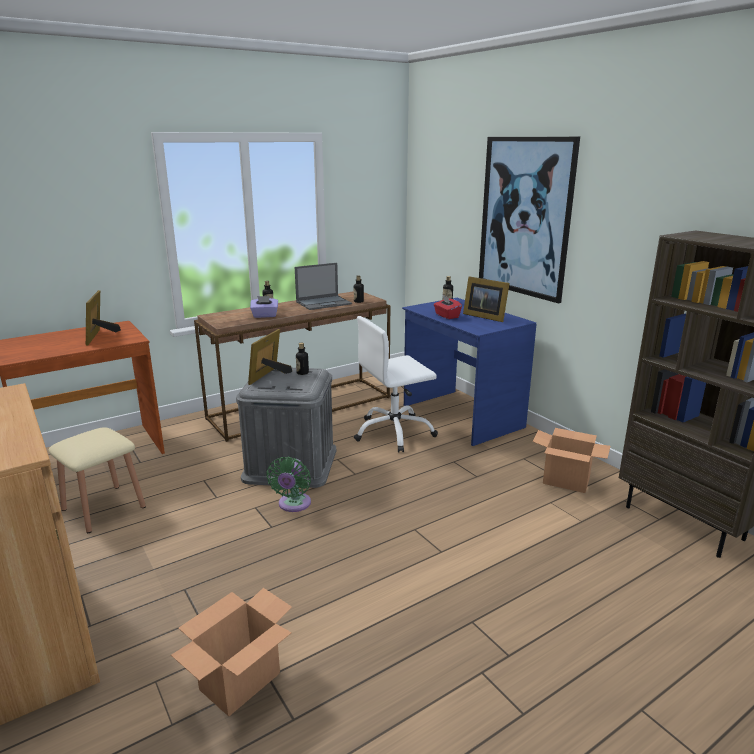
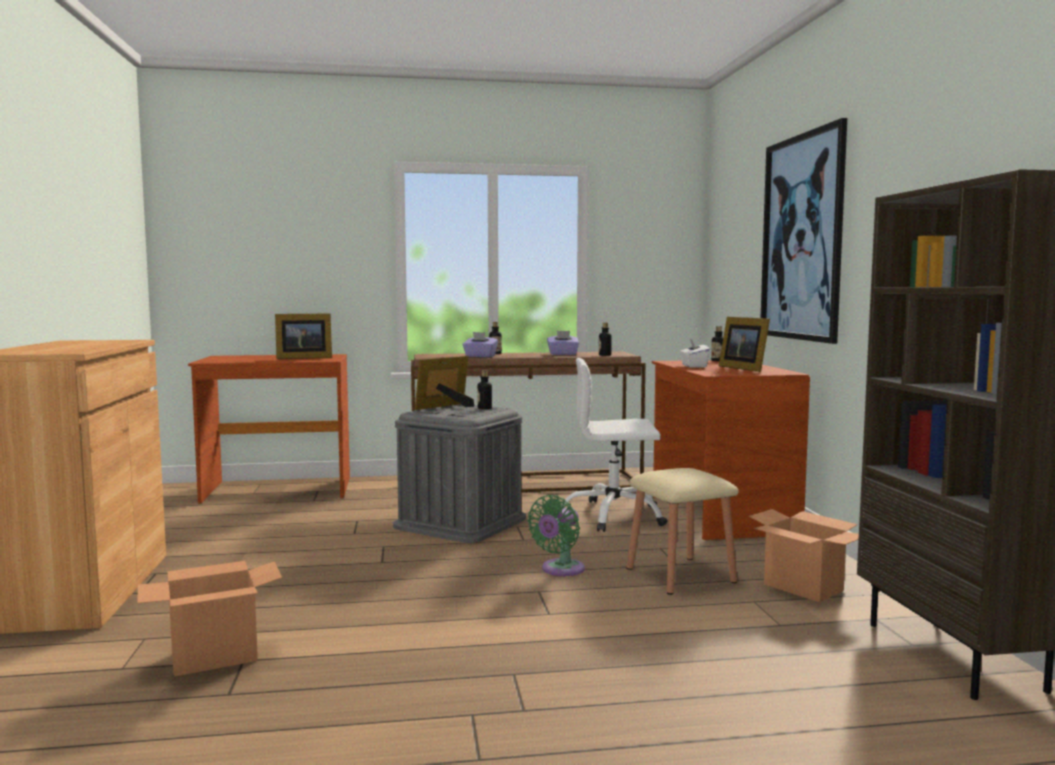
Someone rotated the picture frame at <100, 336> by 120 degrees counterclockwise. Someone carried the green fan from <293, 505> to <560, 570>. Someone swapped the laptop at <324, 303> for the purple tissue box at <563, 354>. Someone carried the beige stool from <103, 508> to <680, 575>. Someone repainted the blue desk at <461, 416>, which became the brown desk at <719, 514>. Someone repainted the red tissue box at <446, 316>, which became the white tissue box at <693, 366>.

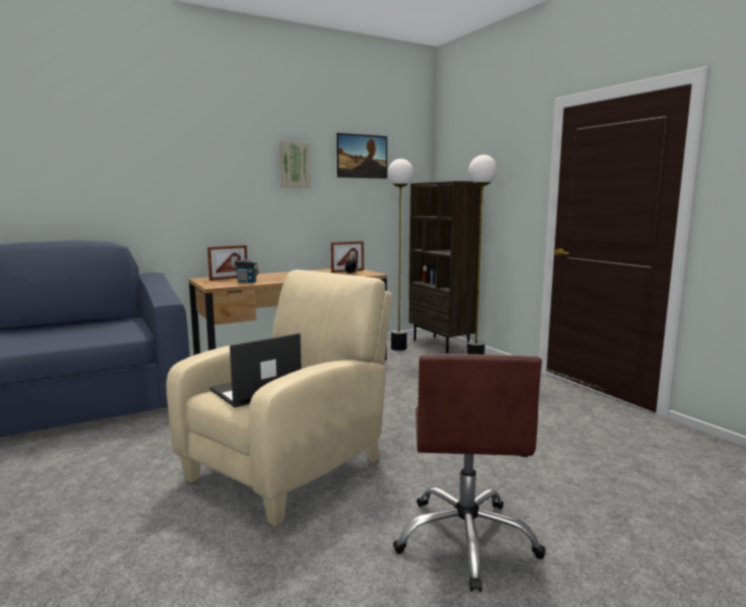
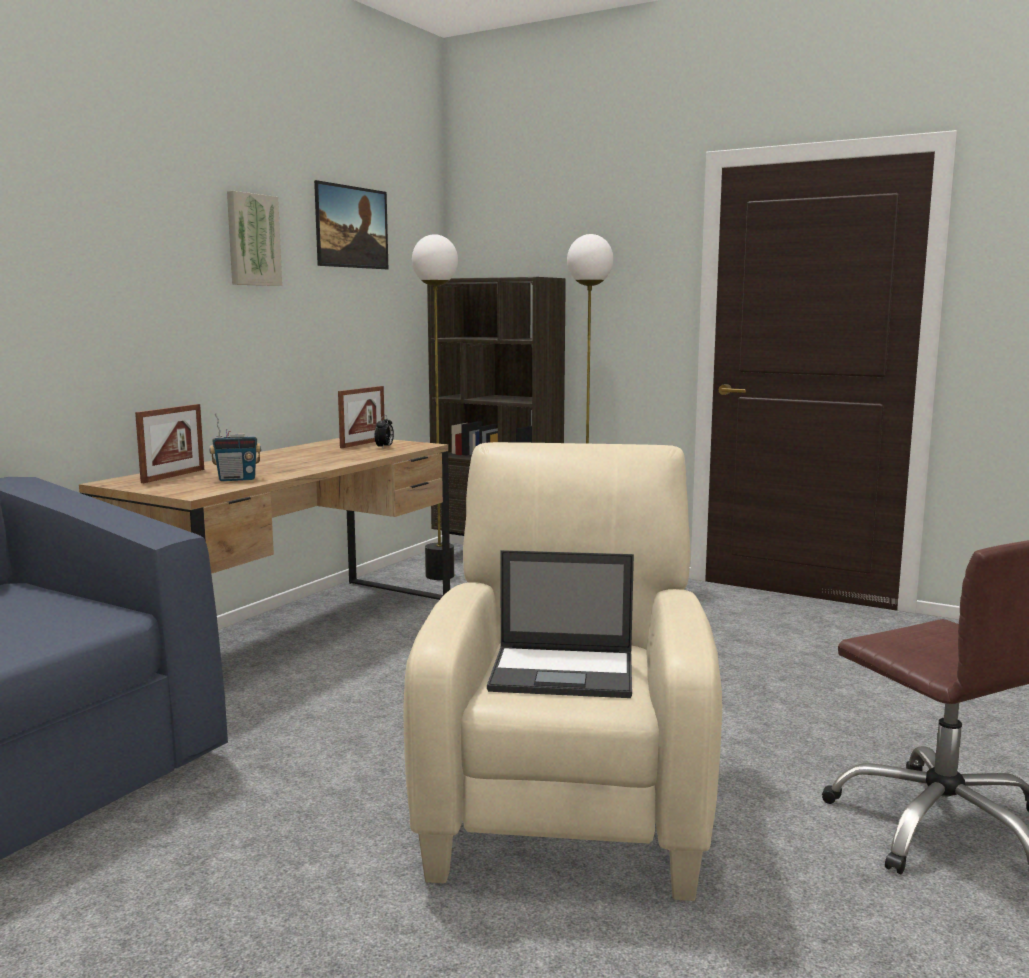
Someone rotated the laptop at <255, 391> by 105 degrees counterclockwise.

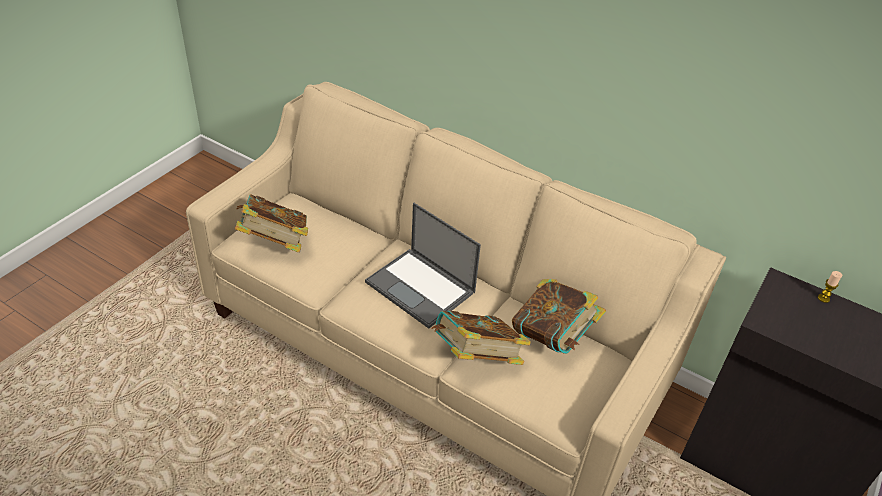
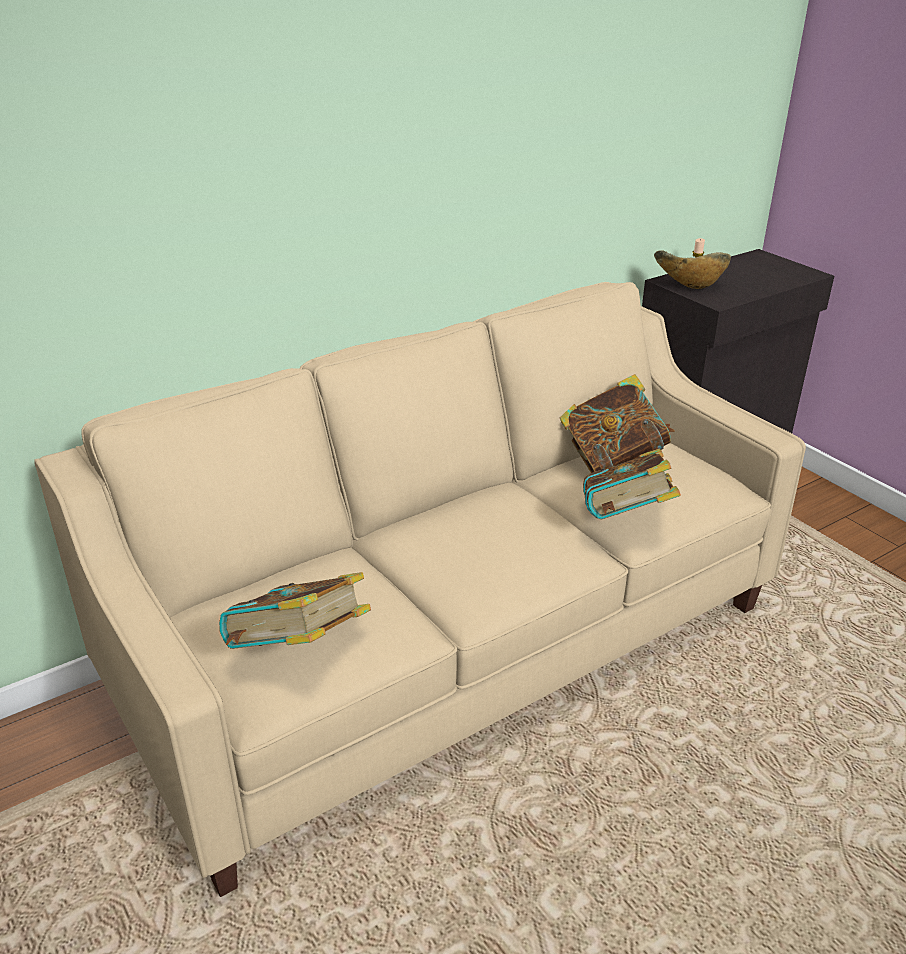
Someone put down the bowl at <689, 287>. Someone took away the laptop at <421, 287>.

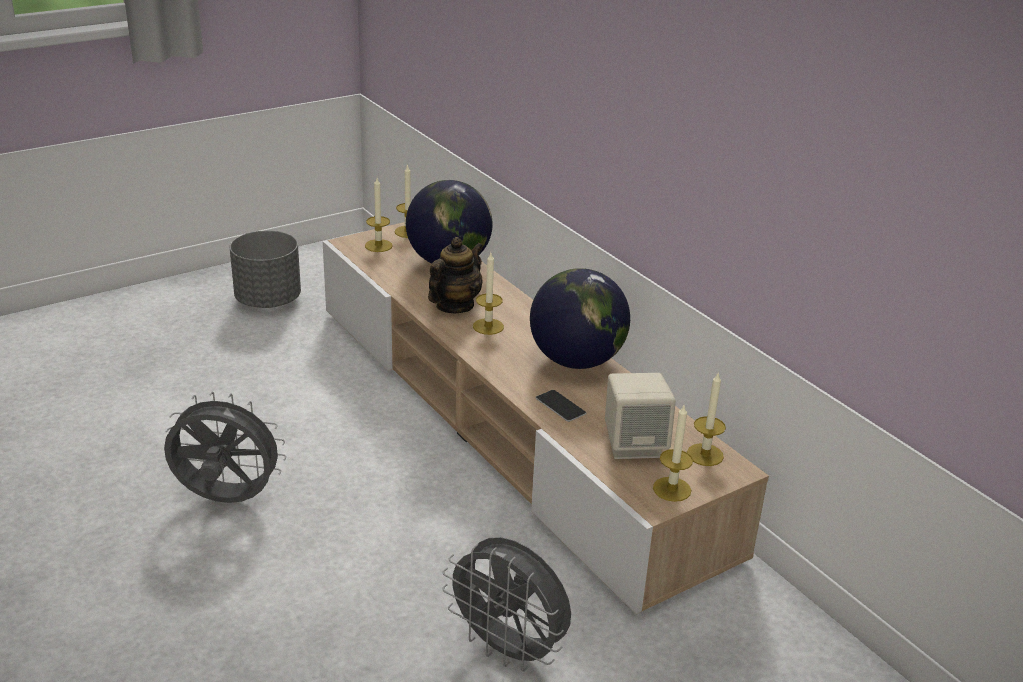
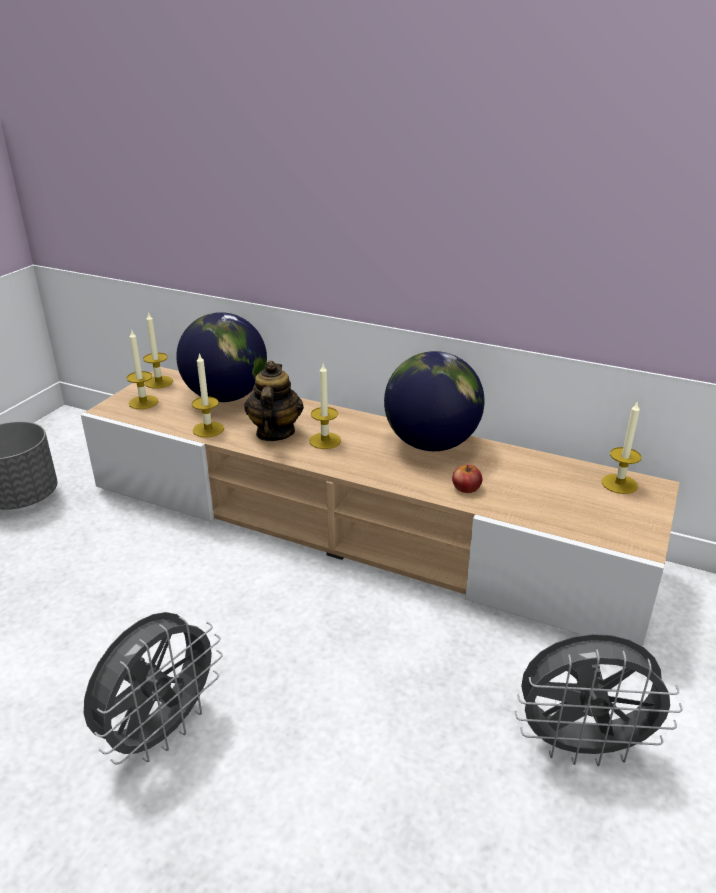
Someone rotated the grey fan at <226, 500> by 150 degrees clockwise. Someone carried the candle from <672, 489> to <208, 429>. Someone swapped the phone at <560, 406> for the apple at <466, 487>. Someone took away the beige speaker at <634, 445>.

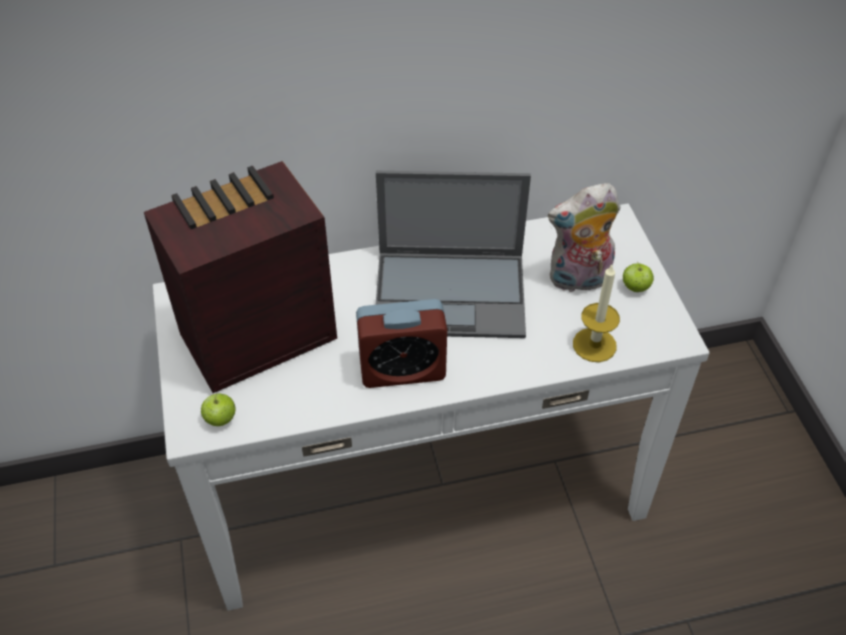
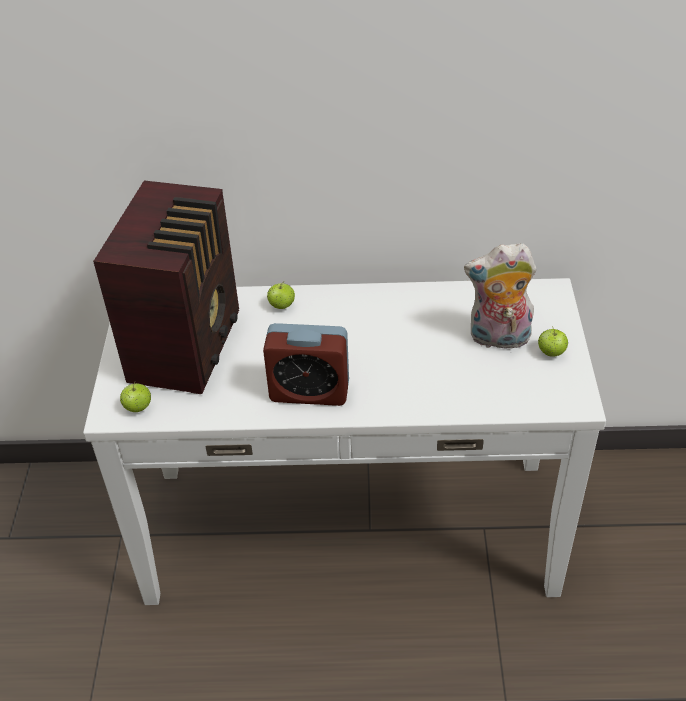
Someone rotated the radio at <254, 337> by 120 degrees clockwise. Someone put down the apple at <282, 306>. Someone took away the laptop at <452, 293>. Someone took away the candle at <594, 345>.

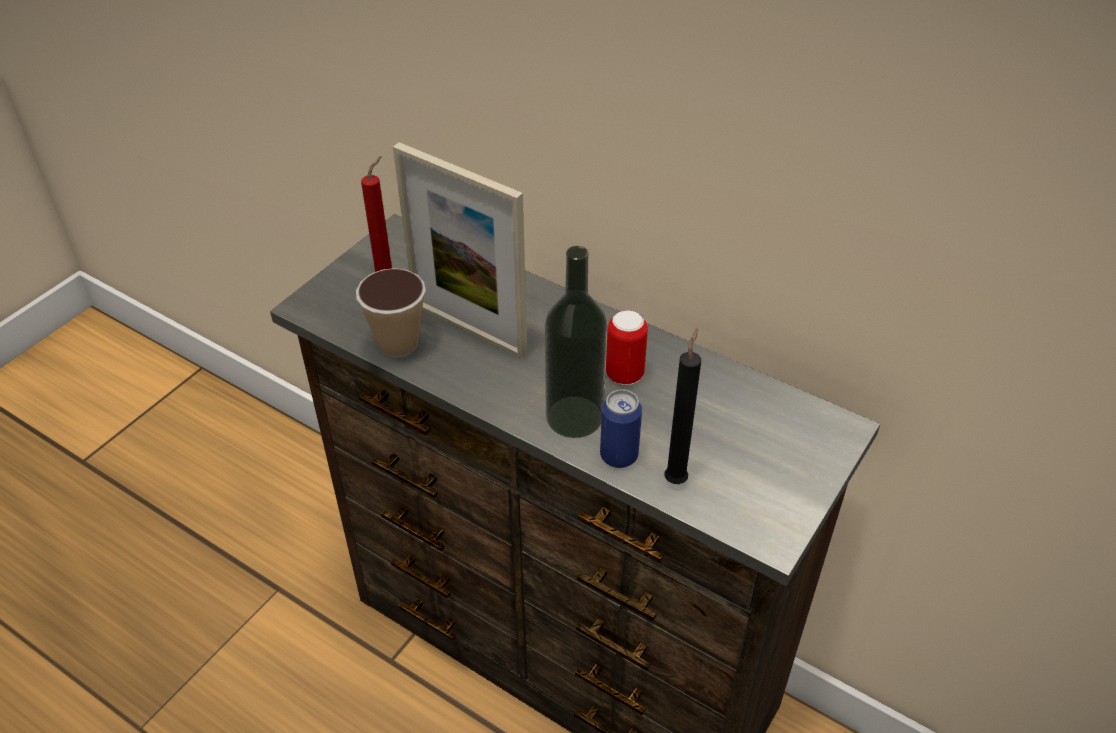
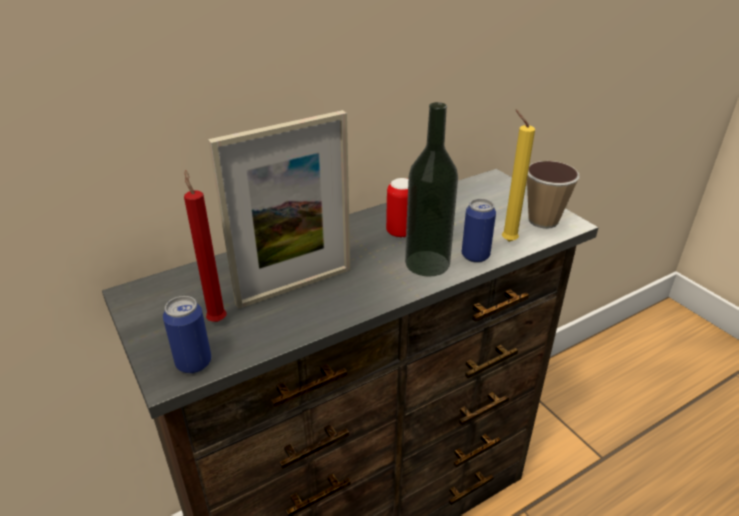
Someone put down the can at <194, 363>. Someone repainted the black candle at <676, 478>, which became the yellow candle at <506, 240>. Someone carried the cup from <398, 344> to <543, 220>.

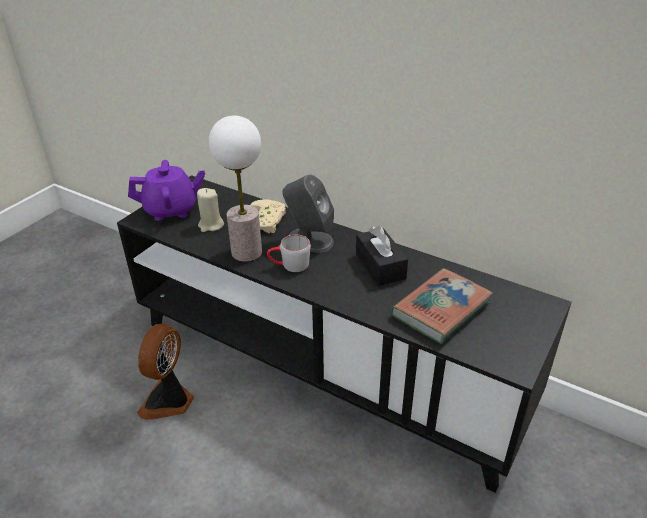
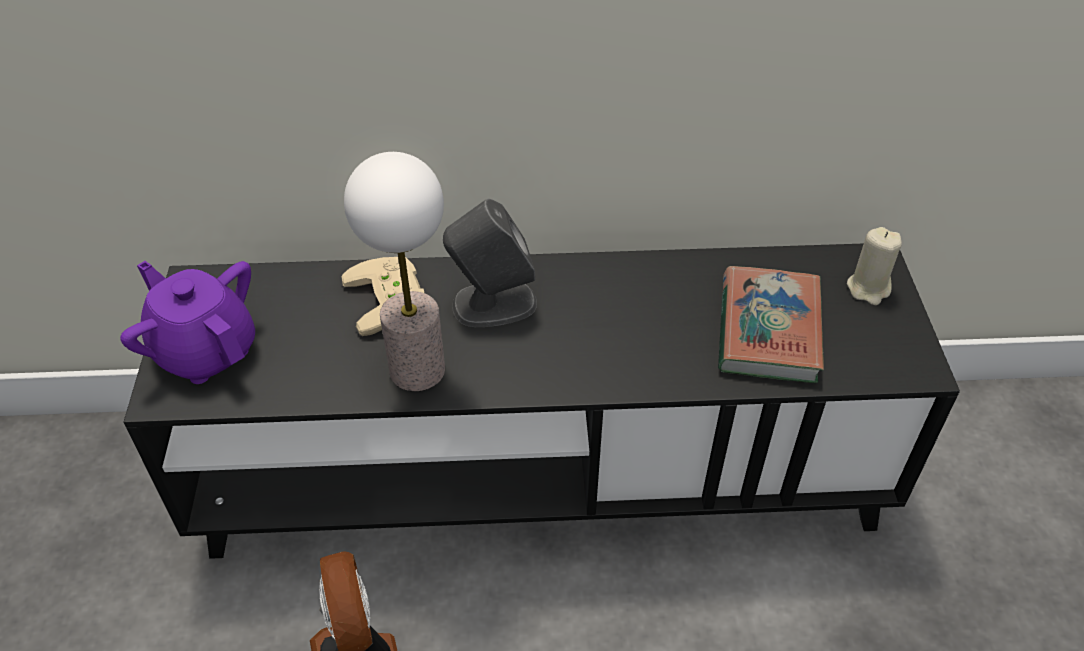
Someone rotated the purple teapot at <171, 210> by 90 degrees counterclockwise. Someone carried the beige candle from <211, 225> to <868, 288>. Someone took away the grey mug at <289, 265>. Someone took away the black tissue box at <380, 266>.

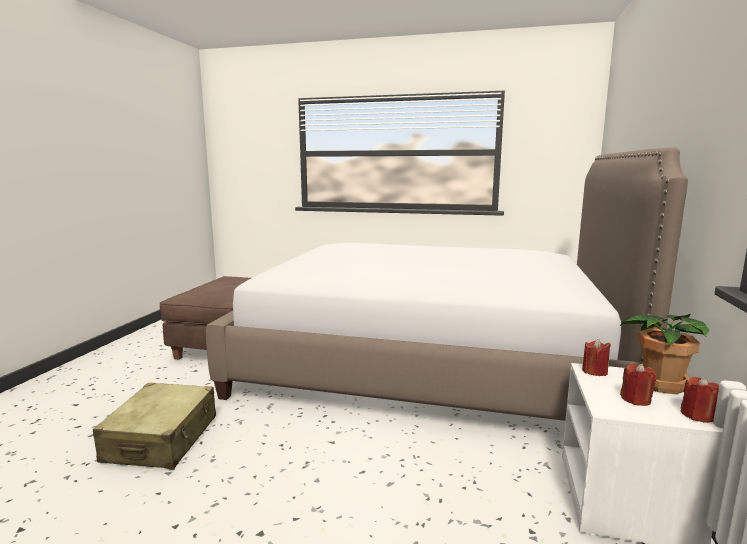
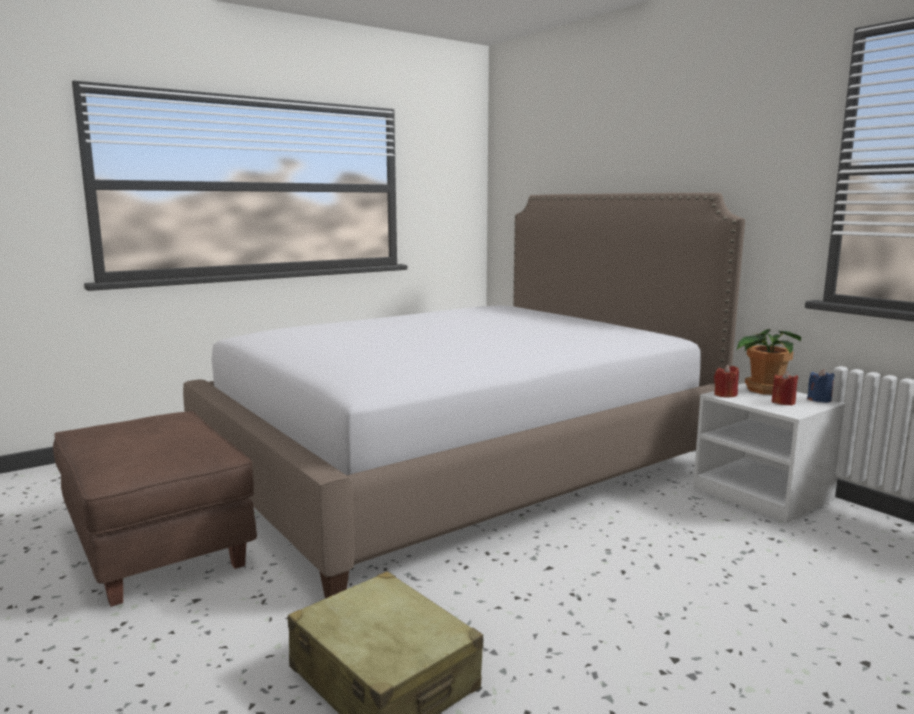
Someone repainted the red candle at <697, 415>, which became the blue candle at <819, 400>.

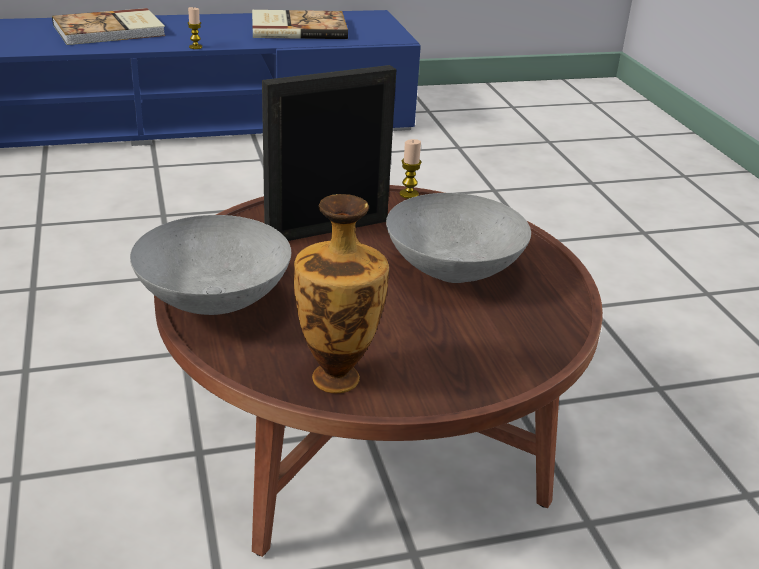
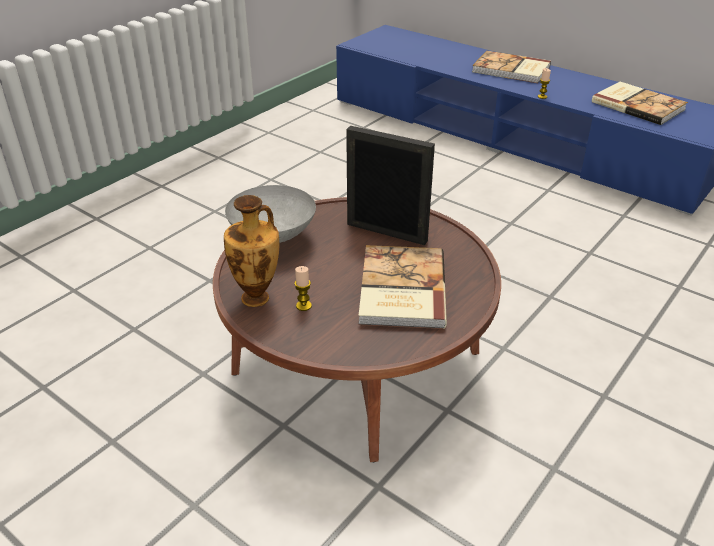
Someone carried the candle from <409, 194> to <303, 306>. Someone swapped the grey bowl at <452, 273> for the book at <400, 290>.

